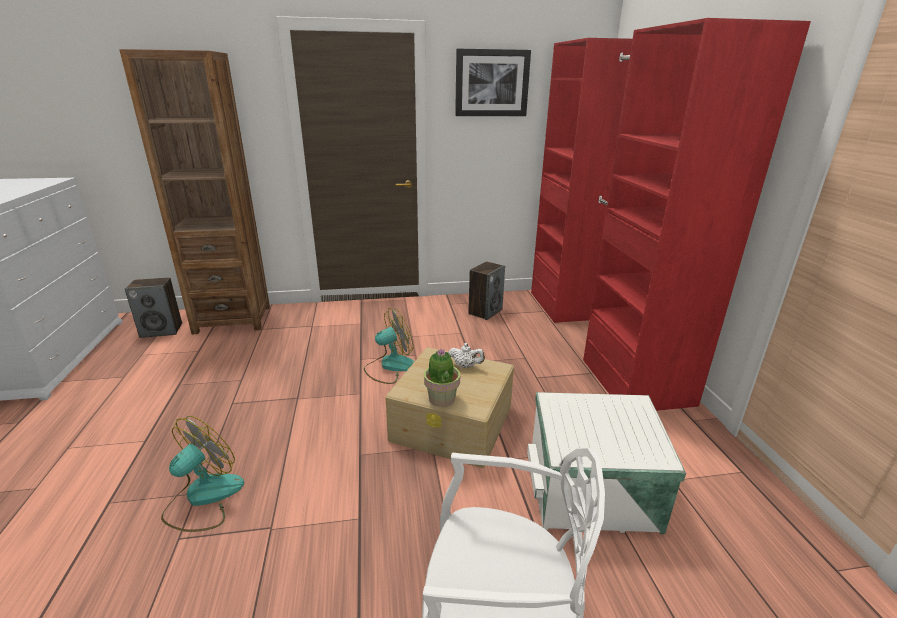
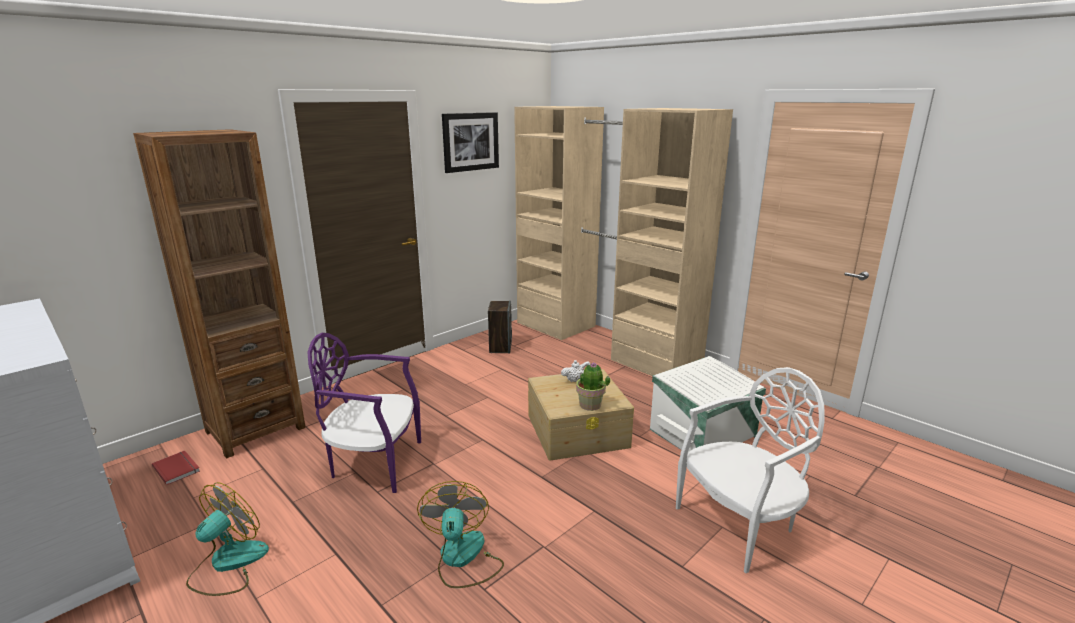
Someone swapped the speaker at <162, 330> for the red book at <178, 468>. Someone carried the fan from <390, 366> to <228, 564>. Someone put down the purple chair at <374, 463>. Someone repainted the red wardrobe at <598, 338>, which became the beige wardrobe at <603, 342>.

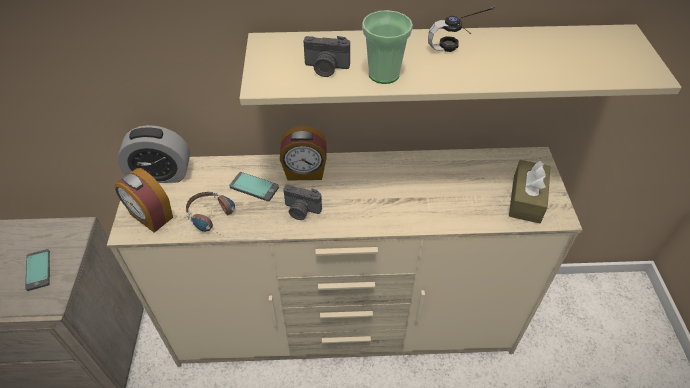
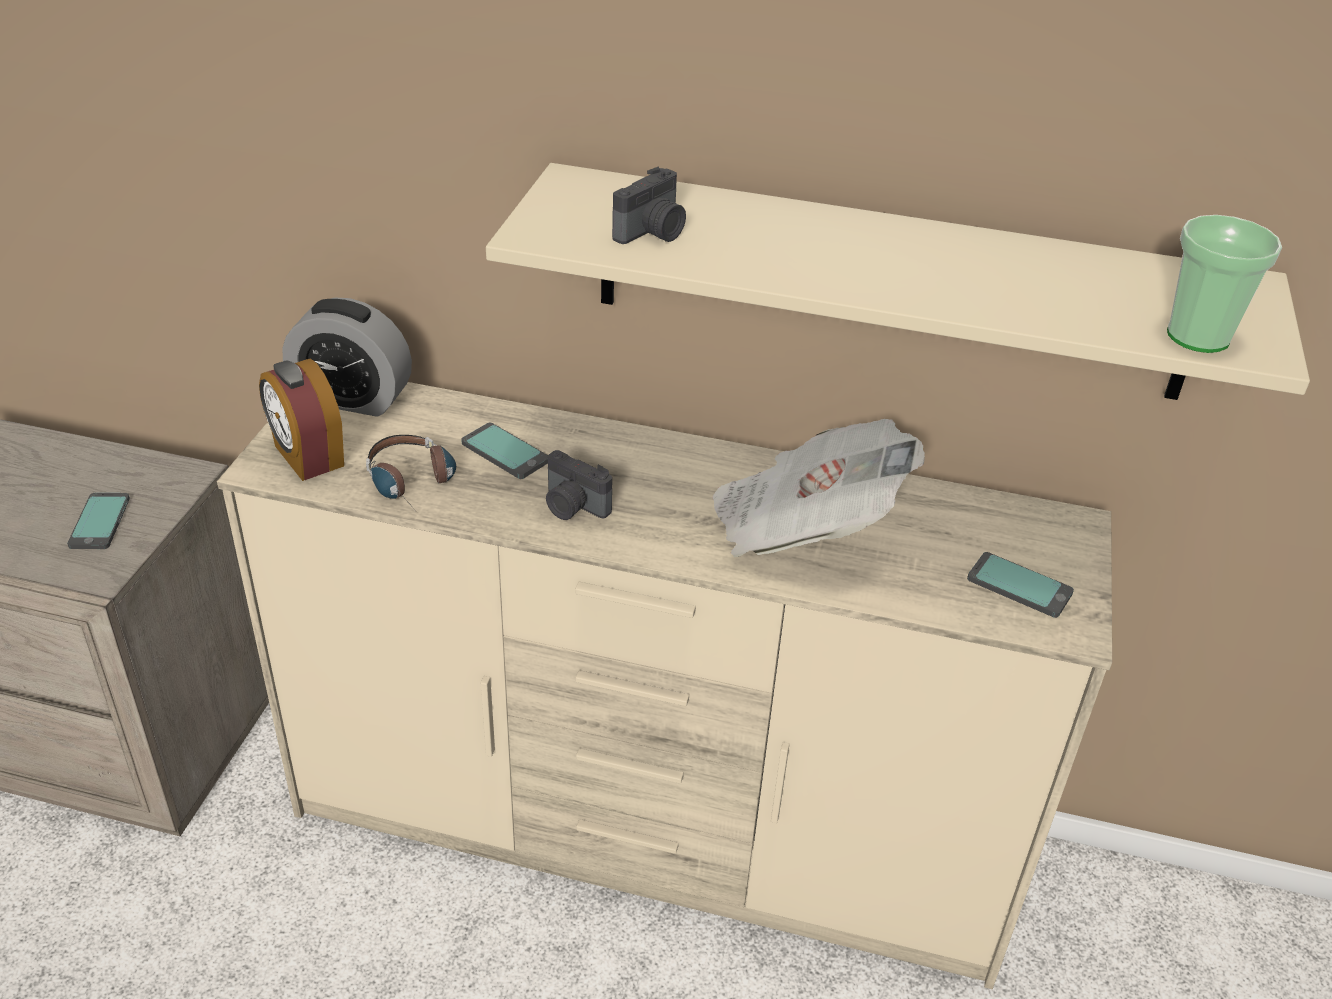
Someone rotated the photo camera at <326, 68> by 75 degrees counterclockwise. Someone put down the newspaper at <804, 527>. Someone swapped the brown tissue box at <526, 199> for the phone at <1019, 586>. Someone carried the cup from <384, 74> to <1198, 336>. Someone took away the alarm clock at <305, 172>. Someone took away the headphones at <462, 50>.

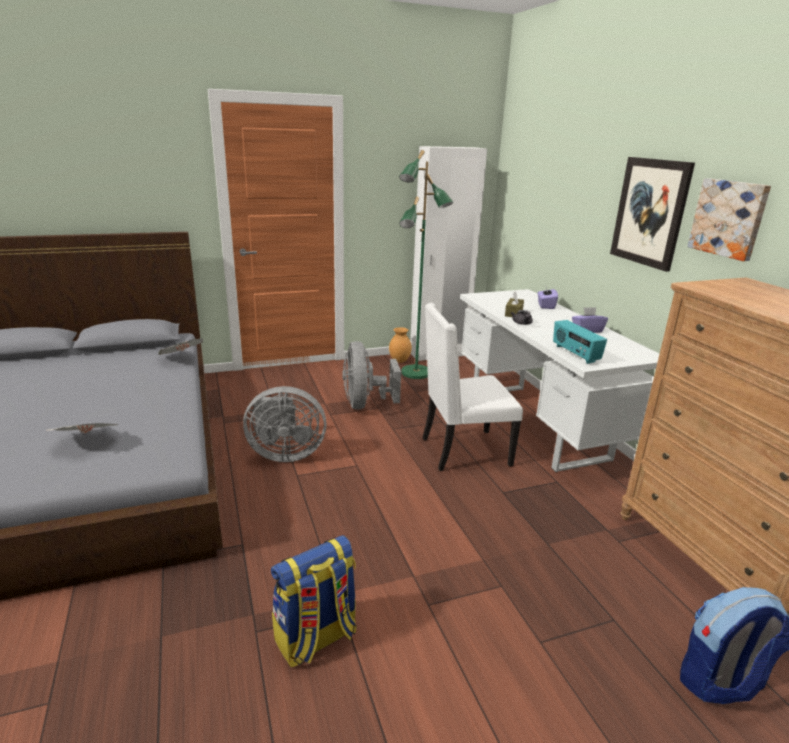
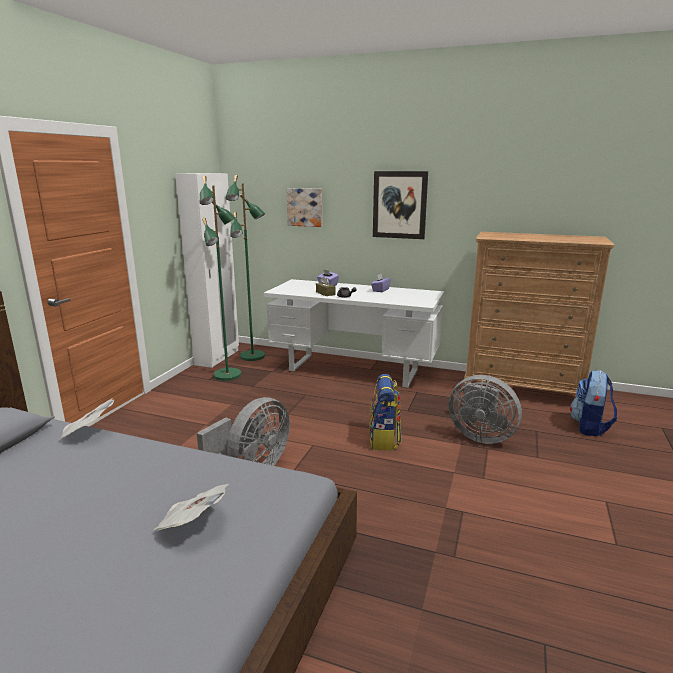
Someone put down the green floor lamp at <253, 356>. Someone carried the picture from <729, 218> to <305, 207>. Someone carried the backpack from <316, 638> to <384, 439>. Someone carried the grey fan from <365, 404> to <480, 436>. Someone took away the brown vase at <399, 361>. Someone took away the white chair at <463, 451>. Someone took away the radio at <575, 354>.

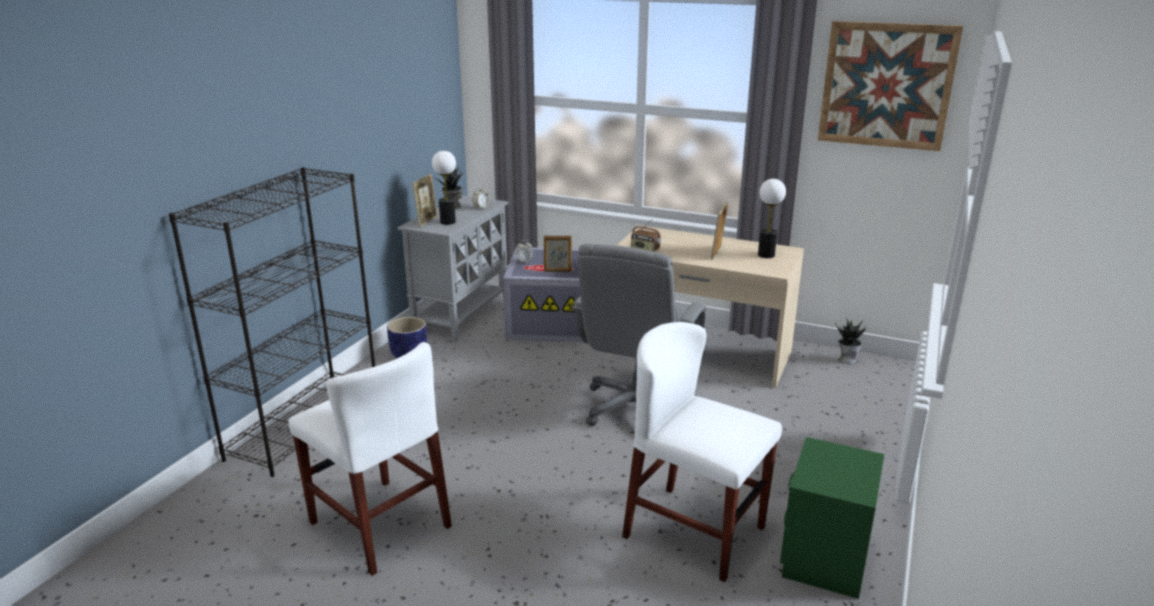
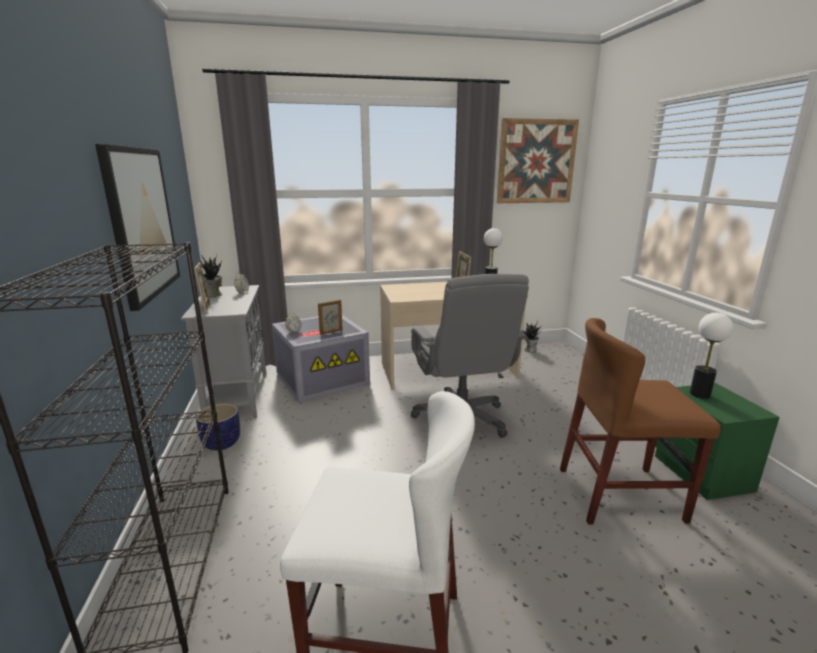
Someone put up the picture at <141, 223>. Someone repainted the white chair at <694, 532>, which became the brown chair at <620, 494>. Someone carried the table lamp from <448, 222> to <700, 394>. Someone took away the radio at <645, 249>.

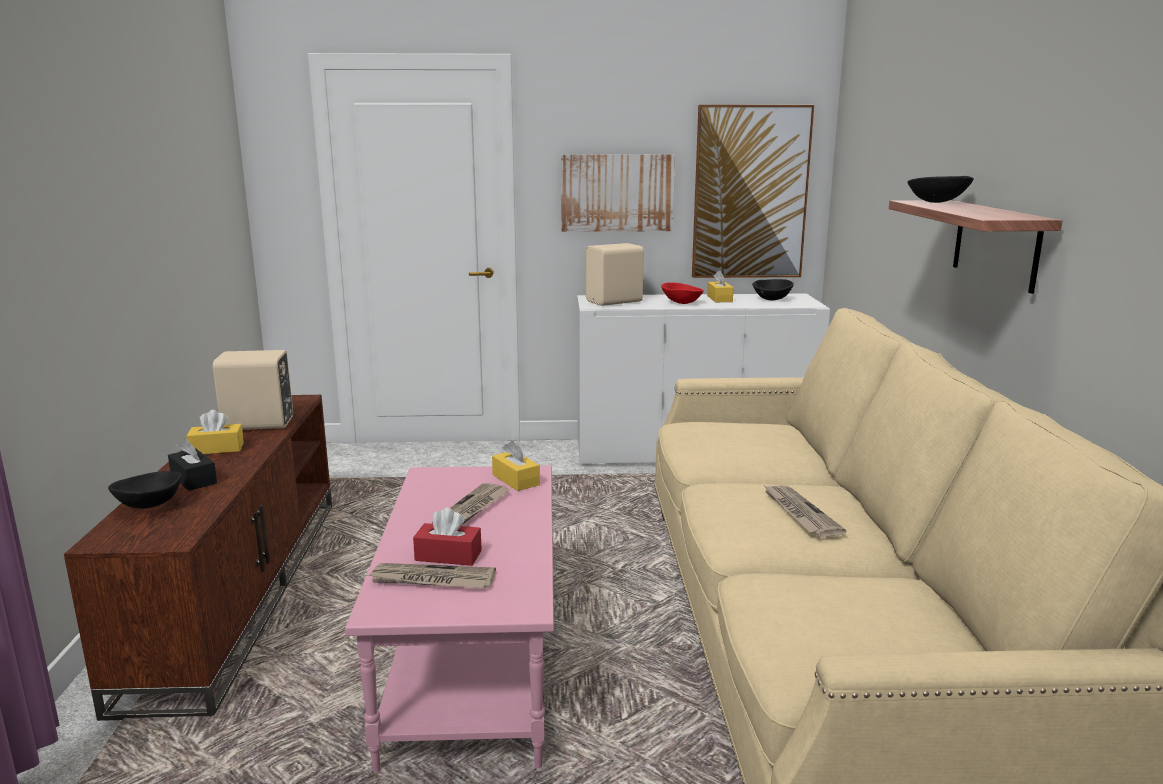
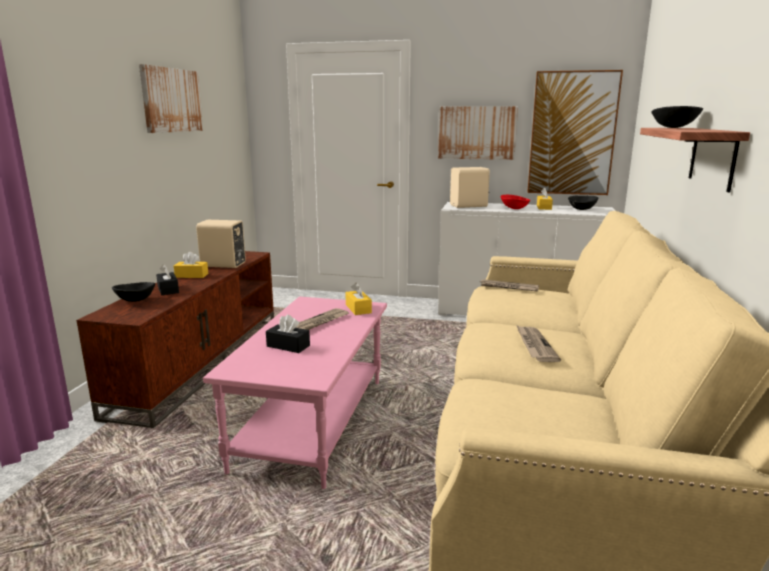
Someone put up the picture at <171, 100>. Someone repainted the red tissue box at <448, 555>, which became the black tissue box at <288, 346>. Someone carried the newspaper from <432, 580> to <508, 287>.

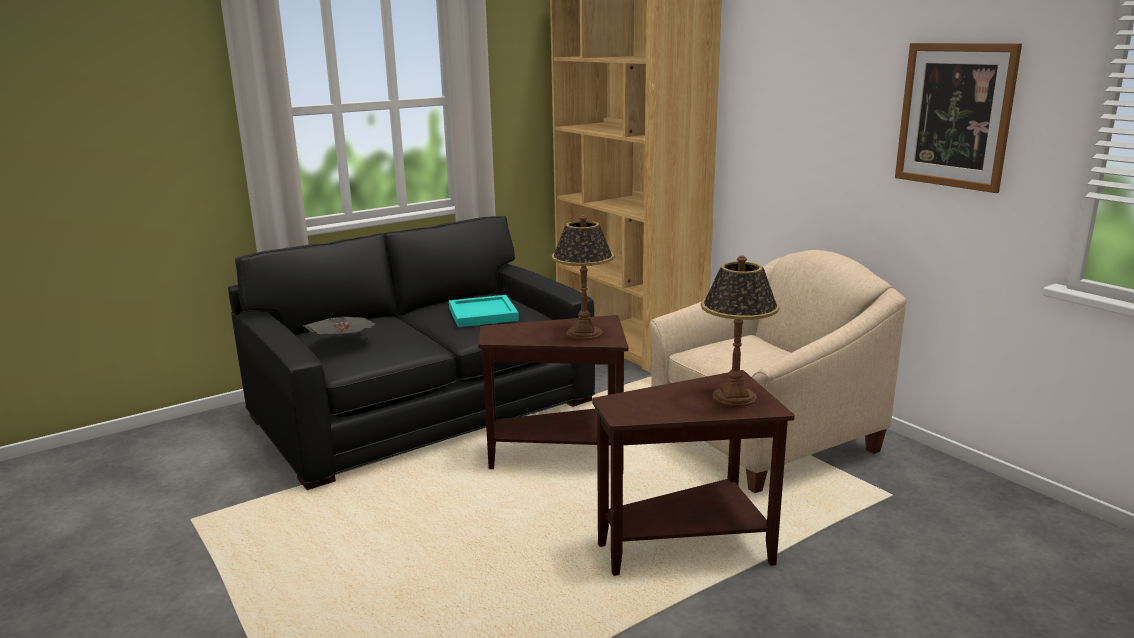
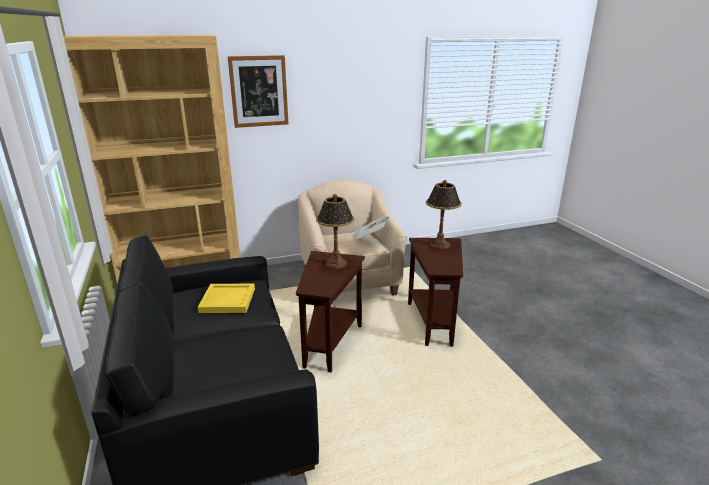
Someone repainted the turquoise tray at <482, 314>, which became the yellow tray at <228, 301>. Someone carried the picture from <954, 115> to <259, 91>. Someone carried the newspaper from <343, 344> to <369, 237>.

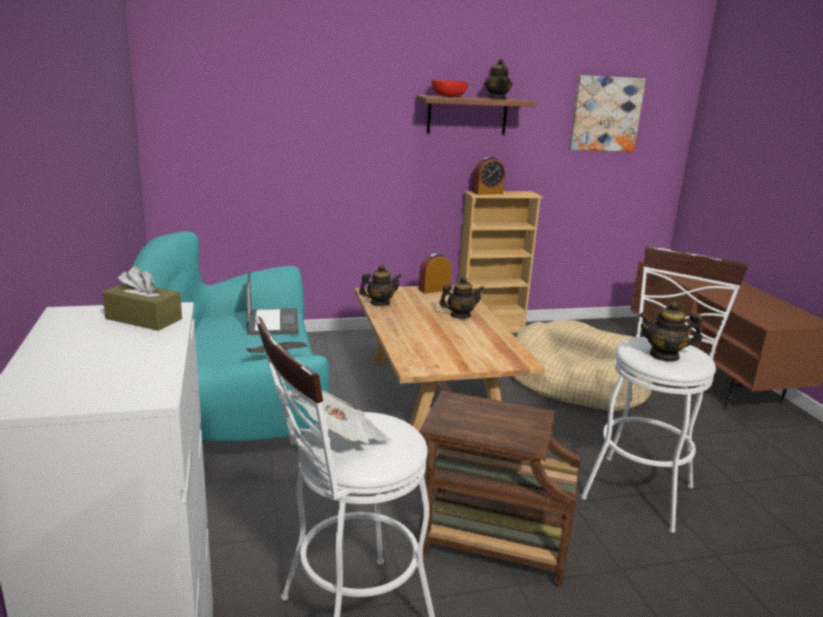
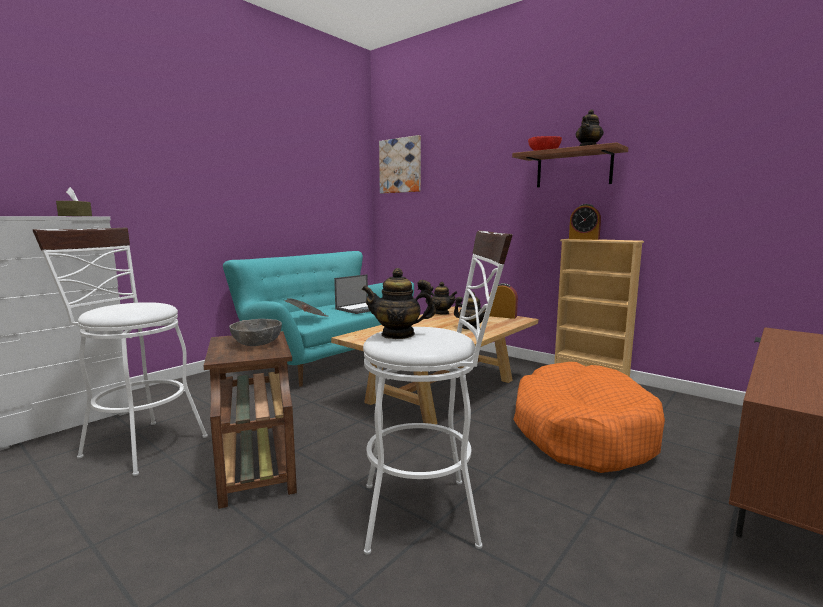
Someone put down the grey bowl at <257, 343>. Someone rotated the teapot at <664, 355> by 60 degrees counterclockwise. Someone carried the picture from <605, 114> to <400, 165>. Someone repainted the beige dog bed at <577, 382>, which became the orange dog bed at <581, 432>. Someone took away the newspaper at <340, 438>.

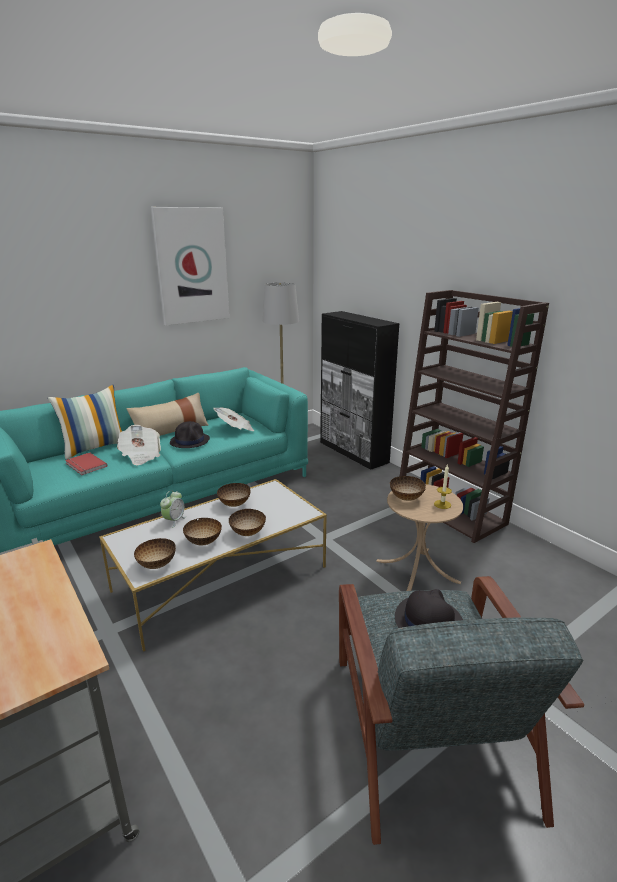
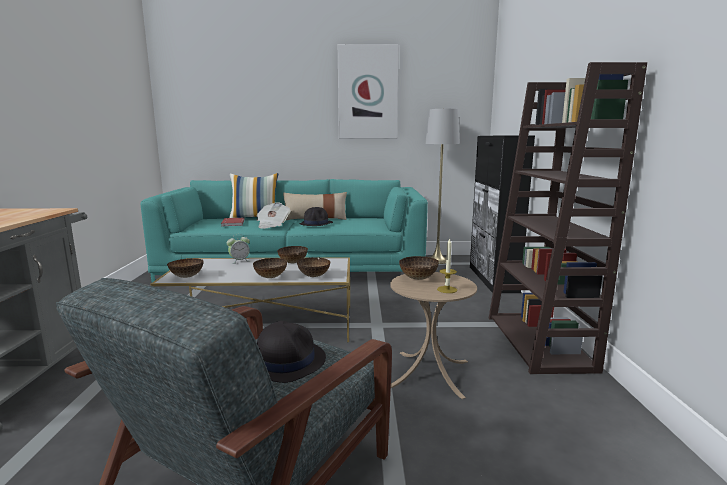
Someone carried the bowl from <204, 542> to <314, 276>. Someone took away the newspaper at <235, 429>.

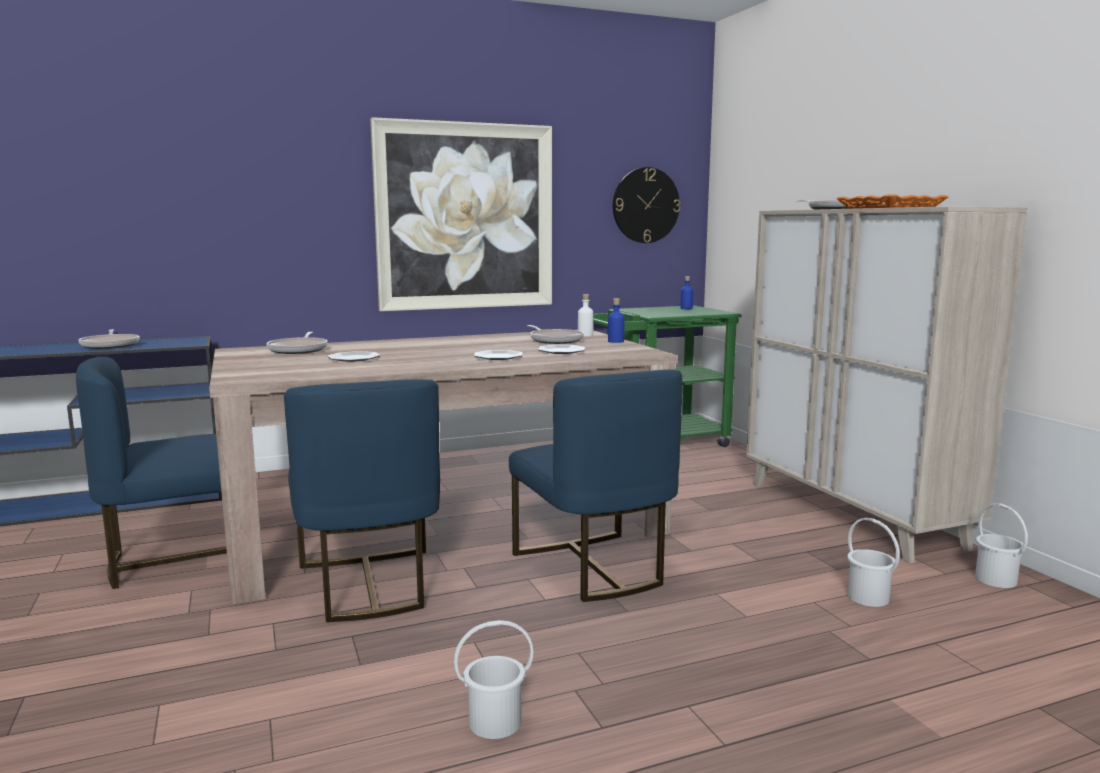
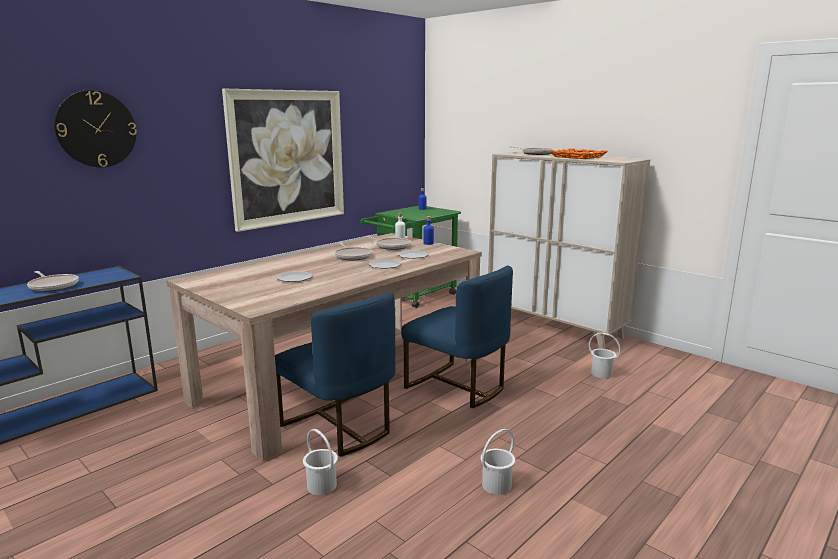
Someone carried the wall clock from <645, 205> to <96, 129>. Someone carried the white bucket from <996, 579> to <322, 485>. Someone carried the frying pan from <299, 350> to <352, 256>. Someone took away the blue chair at <182, 559>.

